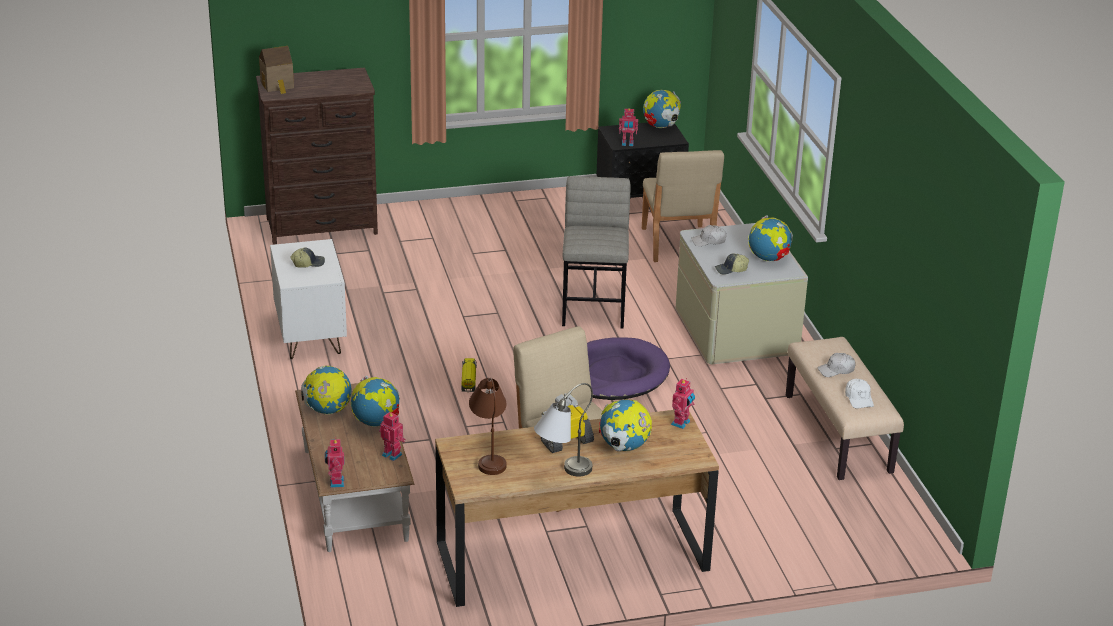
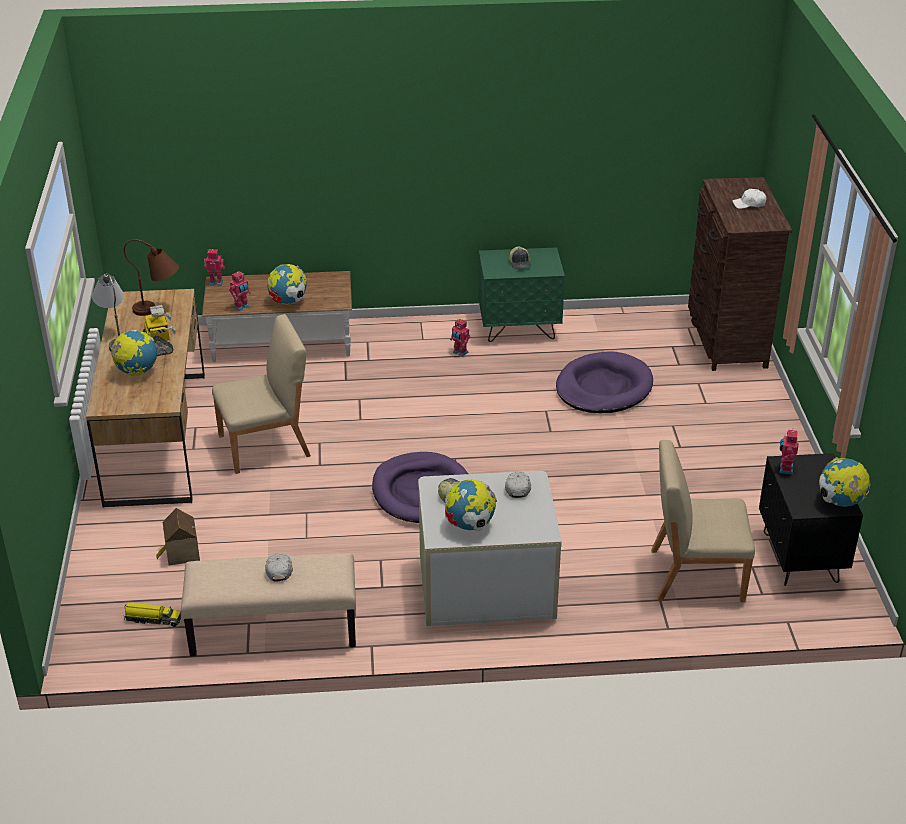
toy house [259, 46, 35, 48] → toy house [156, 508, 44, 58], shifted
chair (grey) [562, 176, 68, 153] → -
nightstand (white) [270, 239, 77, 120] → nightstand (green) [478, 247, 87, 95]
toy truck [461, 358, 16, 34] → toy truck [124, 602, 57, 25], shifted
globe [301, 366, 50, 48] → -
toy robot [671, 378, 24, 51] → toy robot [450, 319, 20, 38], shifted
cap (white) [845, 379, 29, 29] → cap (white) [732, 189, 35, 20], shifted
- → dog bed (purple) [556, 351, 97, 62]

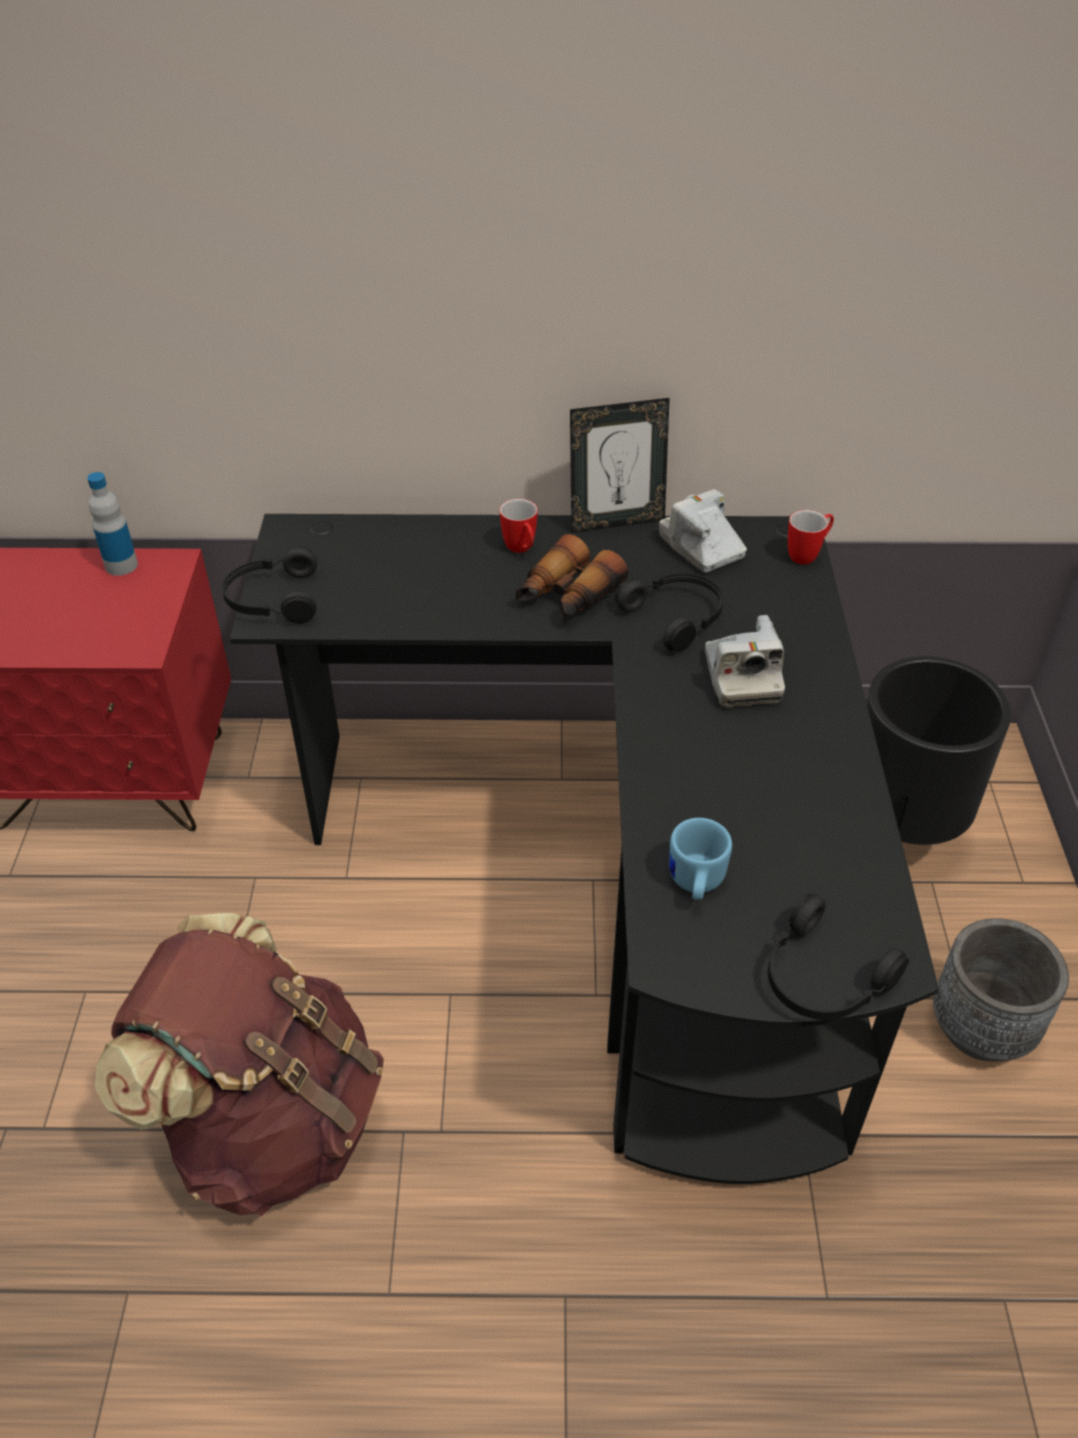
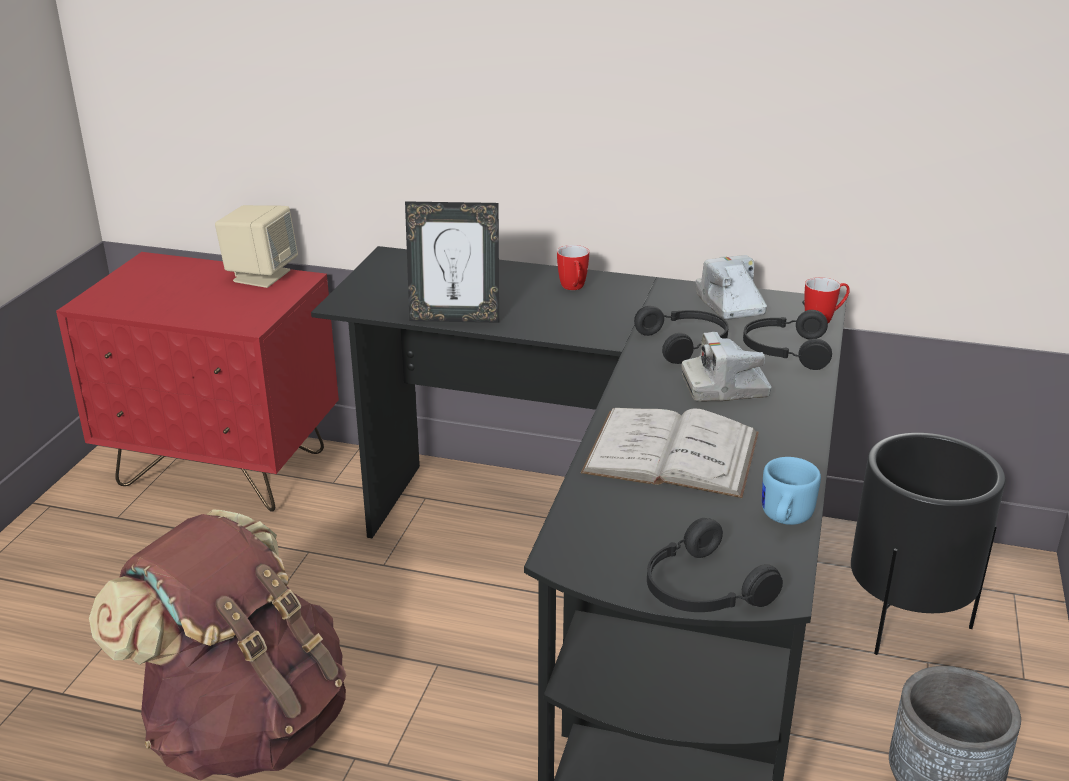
picture frame [570, 398, 100, 135] → picture frame [405, 201, 94, 122], shifted
bottle [87, 472, 51, 104] → speaker (beige) [215, 205, 83, 83]
binoculars [516, 534, 112, 87] → -
headphones (black) [222, 546, 95, 78] → headphones (black) [743, 310, 89, 60], shifted
photo camera [705, 615, 80, 92] → photo camera [681, 332, 91, 70], 75 degrees clockwise
mug (blue) [669, 818, 63, 82] → mug (blue) [762, 457, 59, 68], shifted
- → book (white) [581, 408, 178, 90]

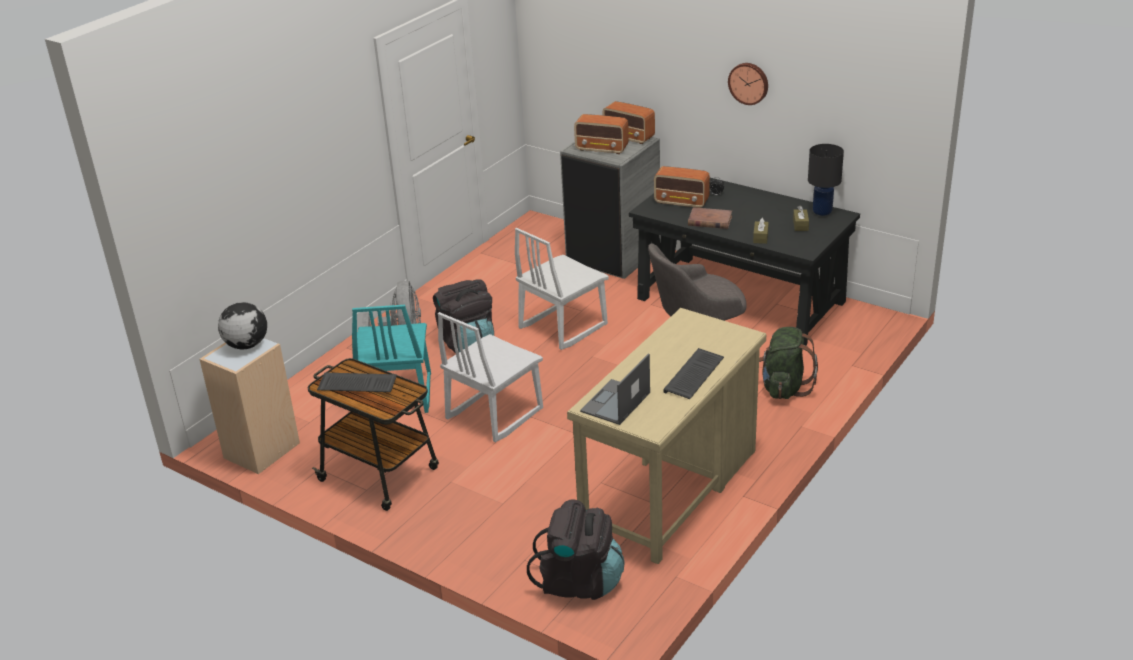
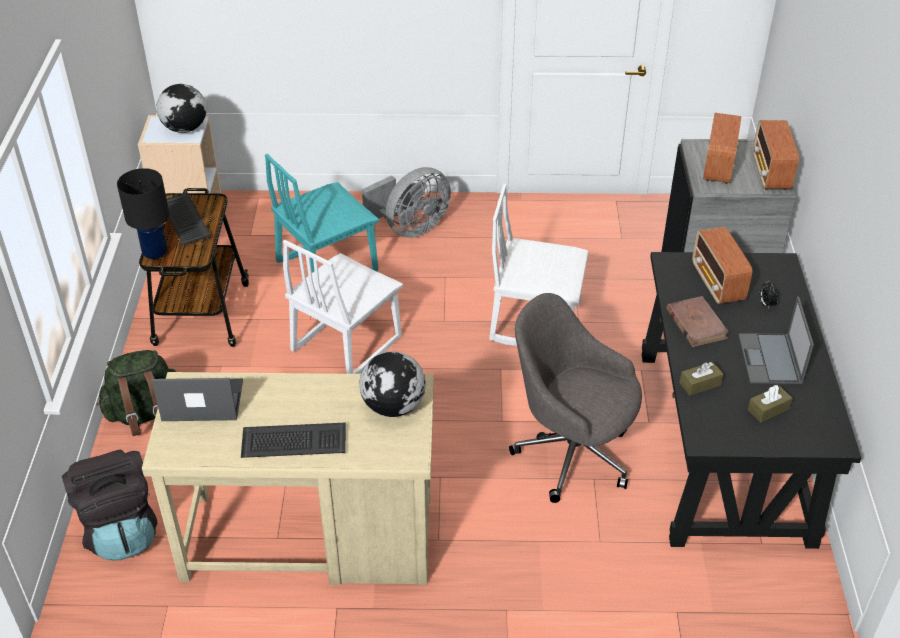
wall clock [728, 63, 40, 42] → -
radio [574, 114, 55, 40] → radio [703, 113, 38, 71], 150 degrees counterclockwise
table lamp (black) [808, 144, 36, 72] → table lamp (black) [117, 168, 52, 91], shifted
backpack (black) [433, 279, 61, 73] → -
chair (white) [438, 312, 105, 130] → chair (white) [283, 240, 120, 134], 60 degrees counterclockwise
backpack (green) [759, 327, 59, 72] → backpack (green) [97, 350, 79, 86], shifted
- → laptop [738, 296, 76, 88]
- → globe [359, 351, 67, 66]

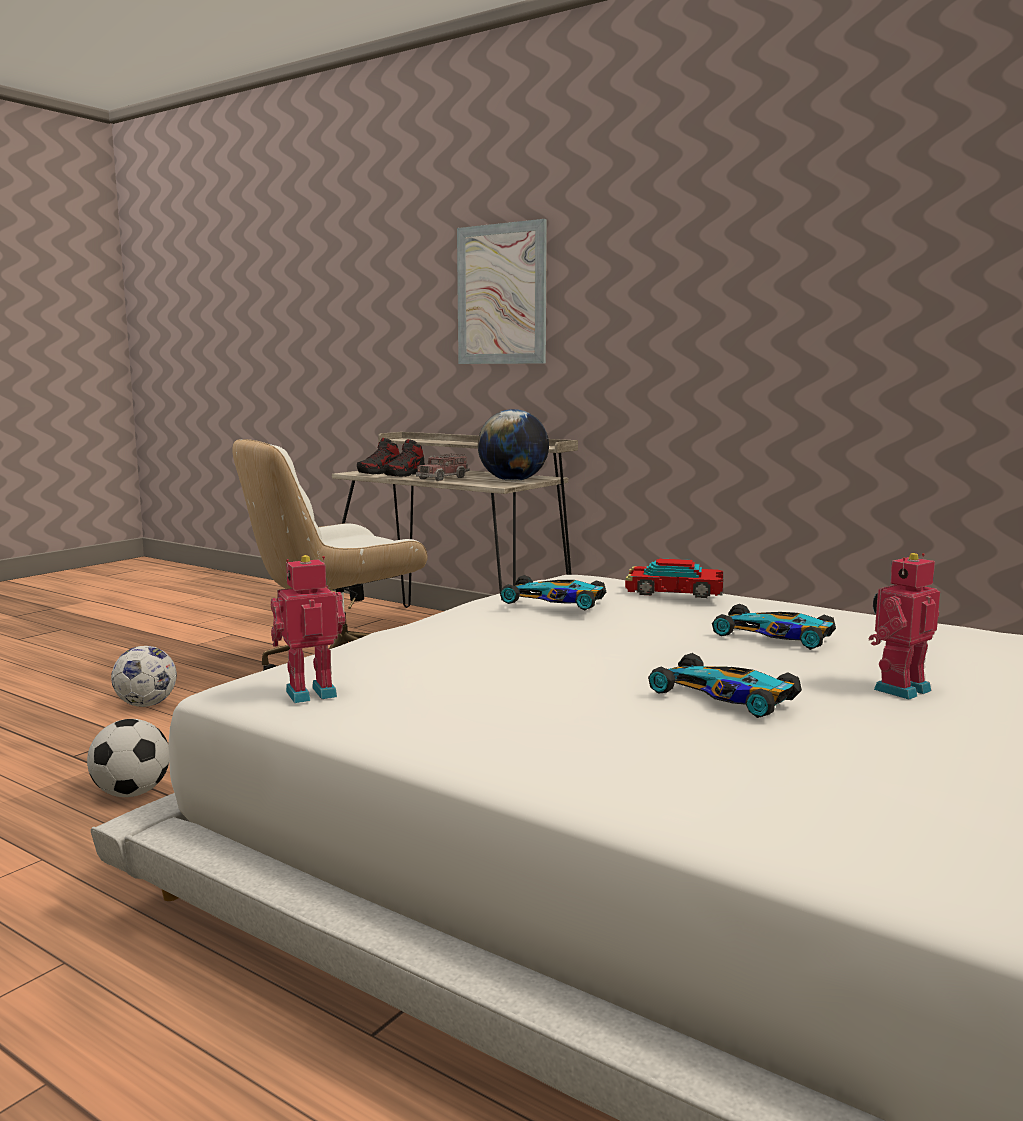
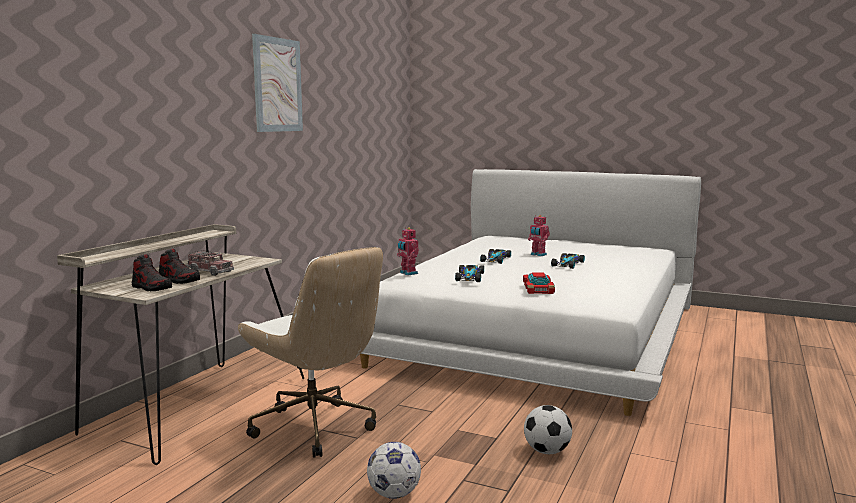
picture [457, 219, 90, 145] → picture [252, 34, 51, 98], shifted
globe [478, 409, 71, 72] → -
toy robot [271, 555, 75, 148] → toy robot [397, 227, 22, 49], shifted
toy car [625, 559, 98, 39] → toy car [523, 272, 32, 22], shifted

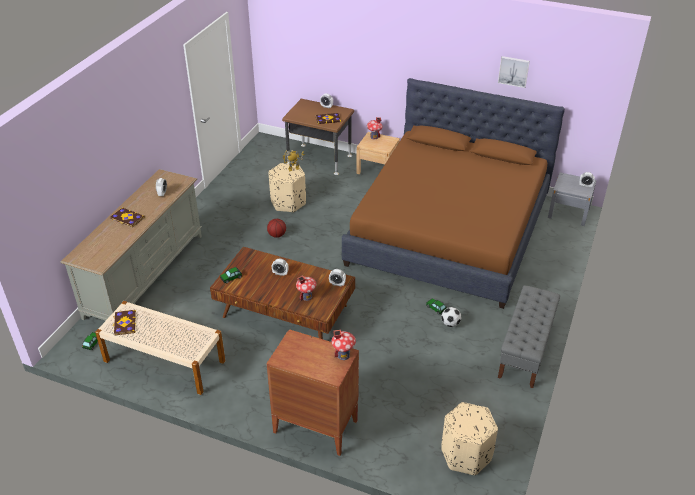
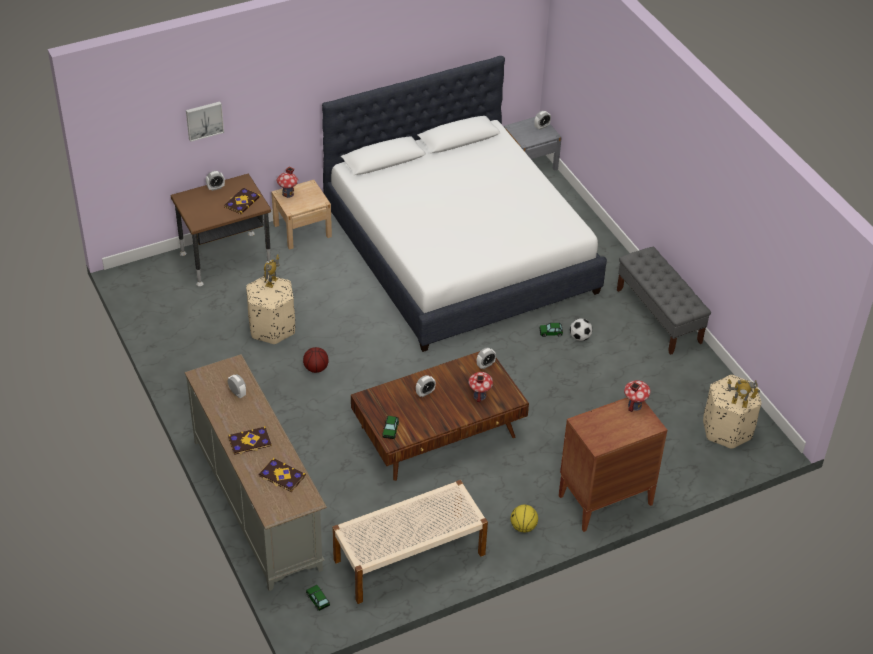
picture [498, 56, 32, 32] → picture [186, 102, 38, 40], shifted
bed (brown) [342, 78, 223, 231] → bed (white) [322, 56, 285, 296]
book [112, 310, 24, 26] → book [259, 458, 47, 34], shifted
- → toy robot [728, 379, 32, 29]
- → basketball [511, 505, 27, 28]

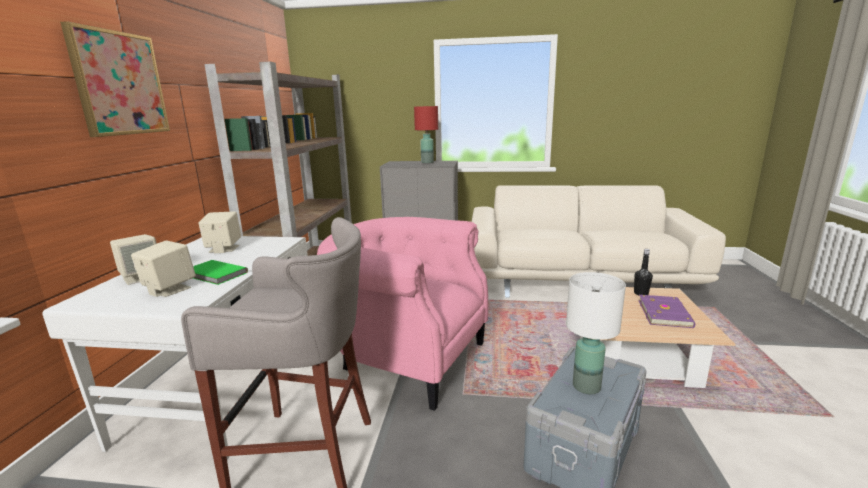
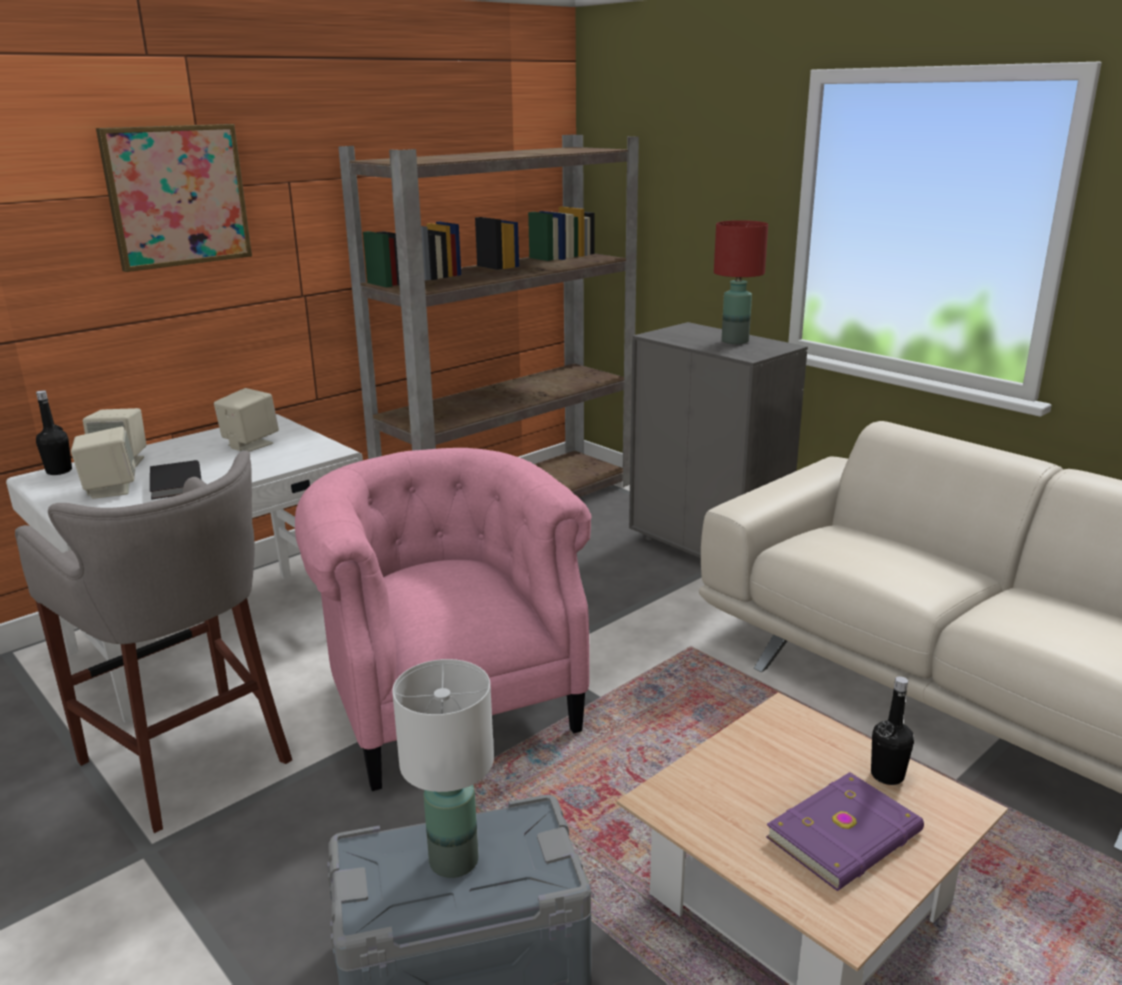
book (green) [193, 260, 55, 25] → book (black) [150, 460, 52, 40]
- → bottle (black) [36, 390, 36, 85]

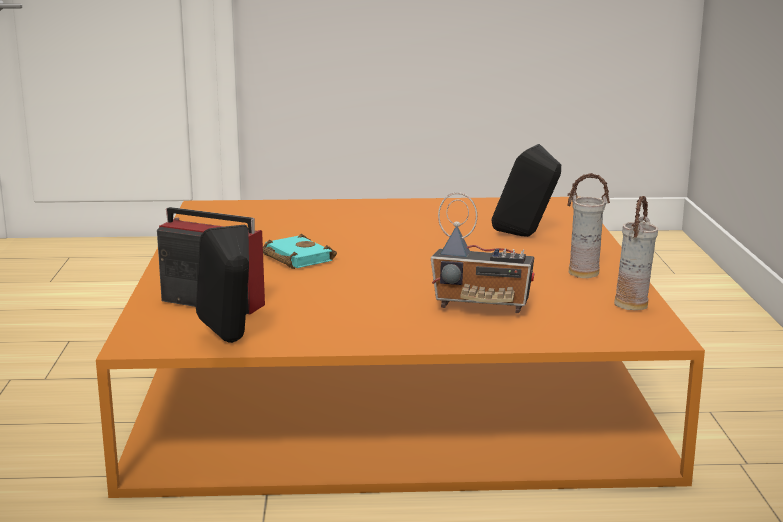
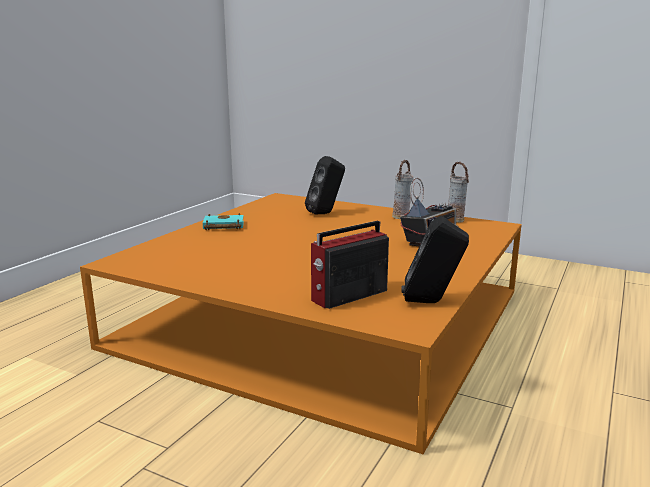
book (turquoise) [263, 234, 74, 35] → book (turquoise) [203, 213, 41, 17], shifted

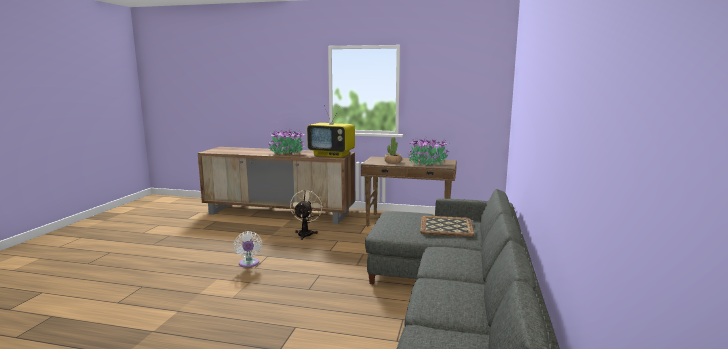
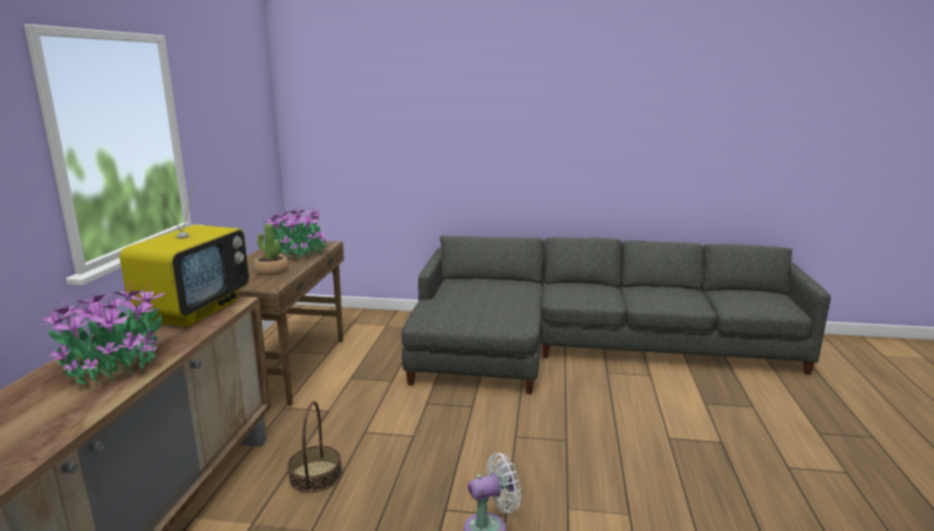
fan (beige) [290, 189, 33, 51] → basket [288, 401, 54, 92]
tray [420, 216, 54, 21] → -

